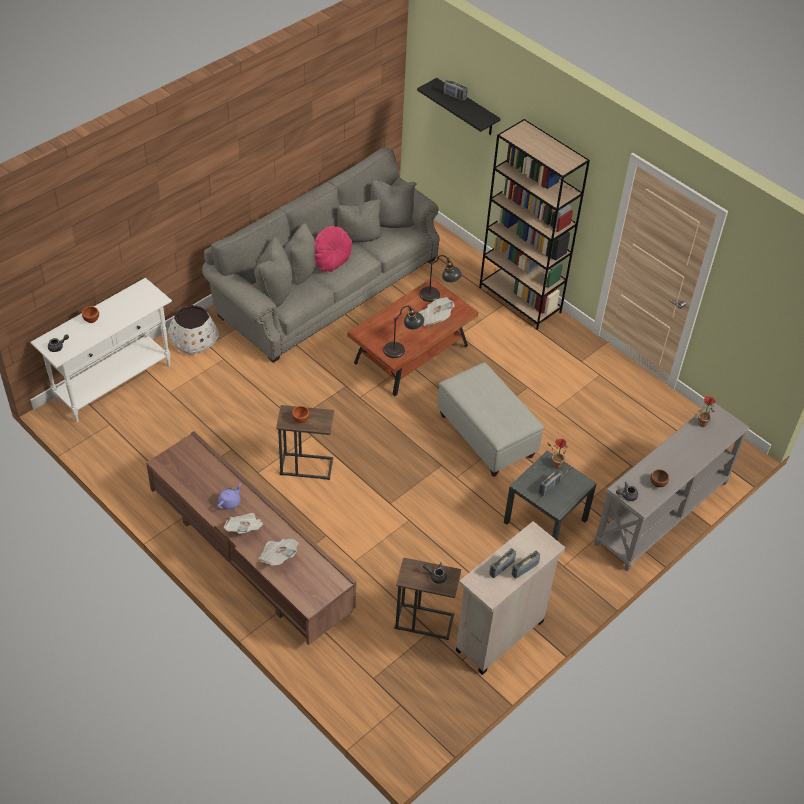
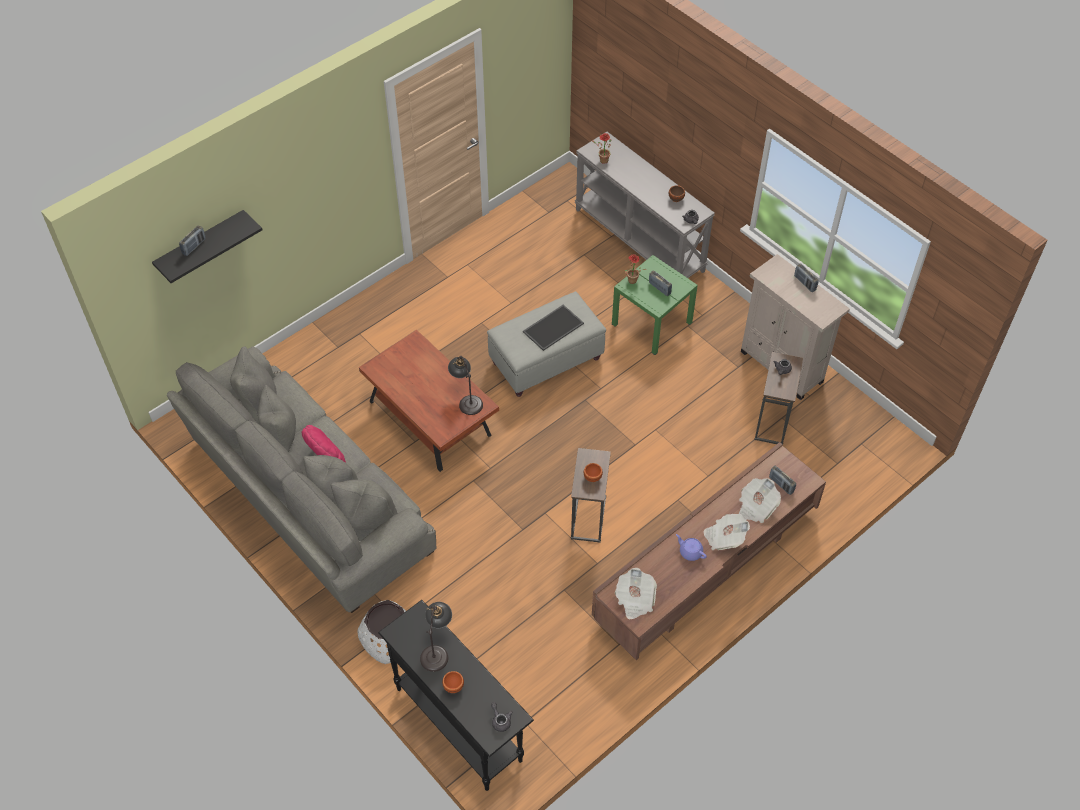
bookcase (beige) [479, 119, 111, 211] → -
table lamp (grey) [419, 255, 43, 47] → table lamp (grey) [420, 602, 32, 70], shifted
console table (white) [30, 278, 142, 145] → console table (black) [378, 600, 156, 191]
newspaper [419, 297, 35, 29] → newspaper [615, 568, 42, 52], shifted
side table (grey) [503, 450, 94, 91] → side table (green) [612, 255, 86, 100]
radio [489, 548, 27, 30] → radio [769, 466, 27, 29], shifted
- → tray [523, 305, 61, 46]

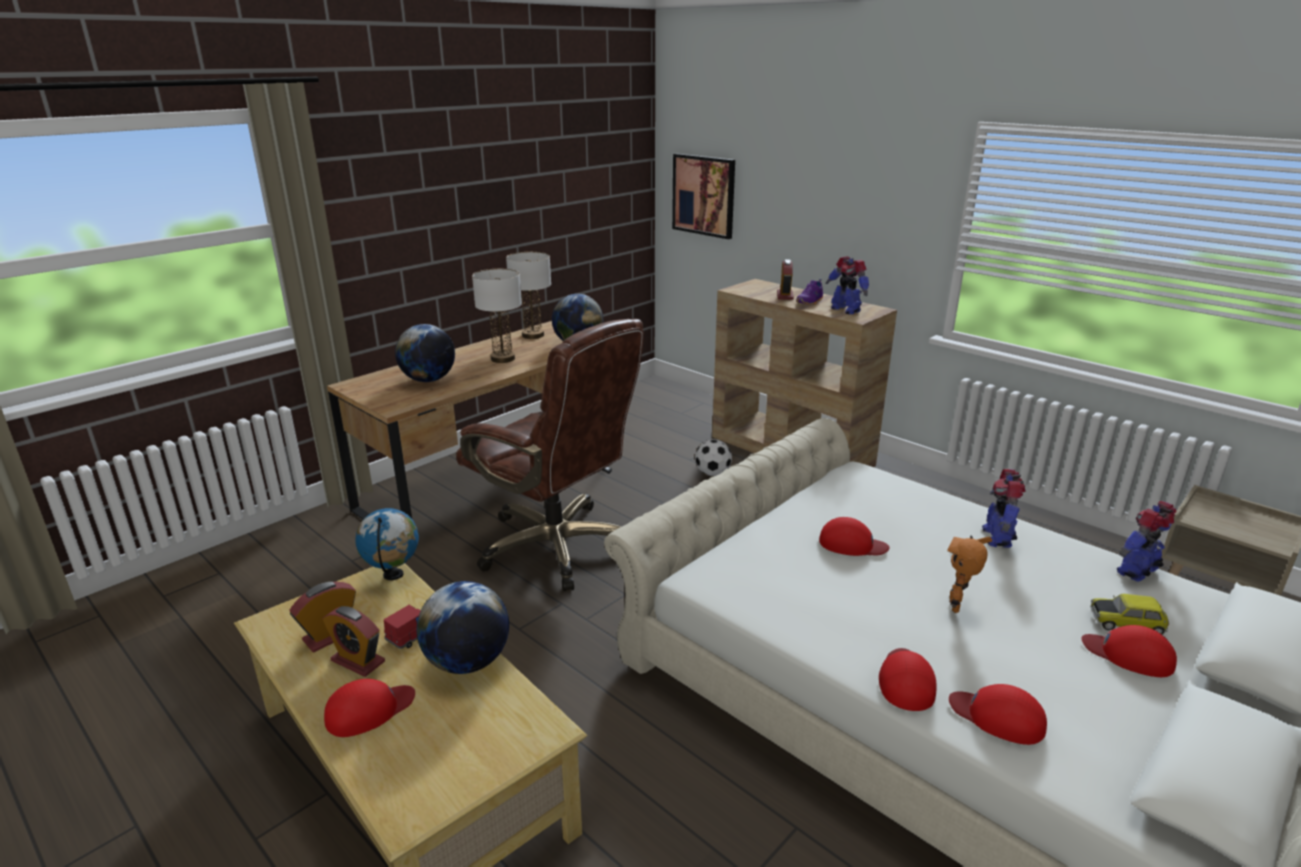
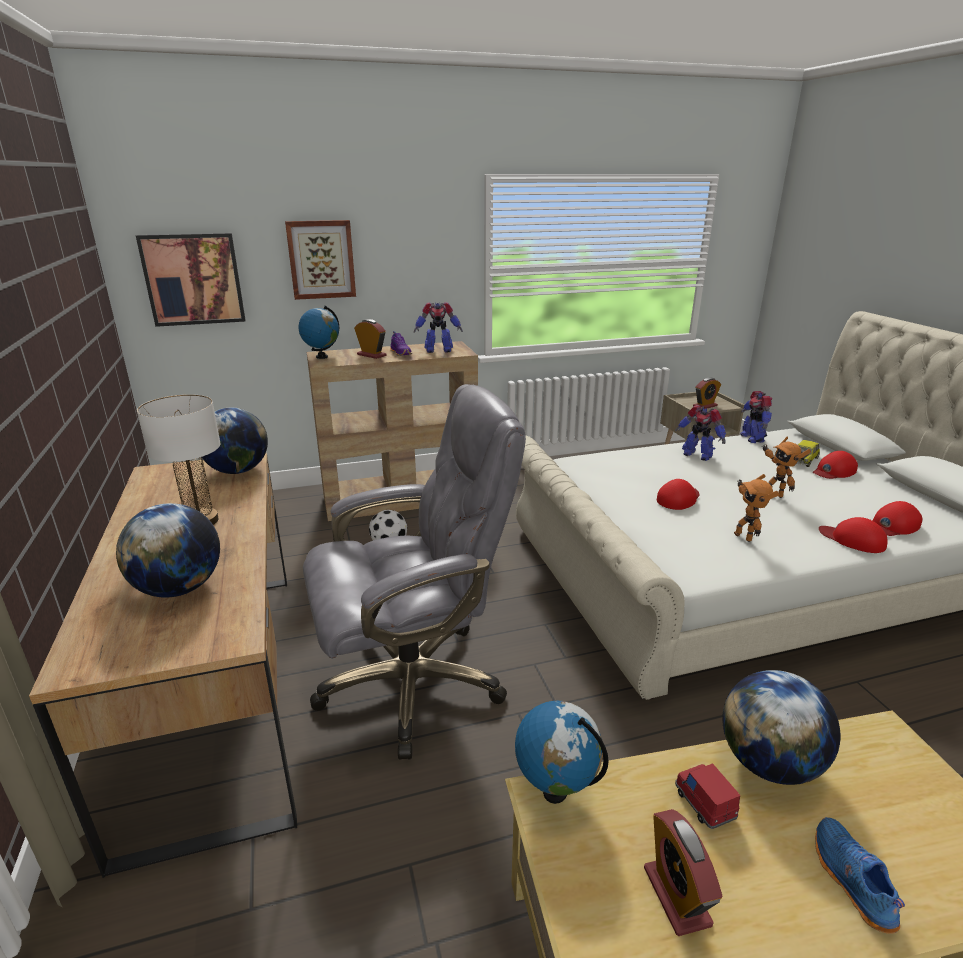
table lamp [506, 252, 45, 87] → -
office chair (brown) [456, 319, 188, 272] → office chair (grey) [303, 384, 223, 376]
alarm clock [322, 606, 63, 71] → alarm clock [693, 377, 28, 32], shifted
cap (red) [324, 679, 91, 58] → shoe (blue) [815, 817, 90, 117]
- → picture [285, 220, 71, 80]
- → globe [299, 306, 40, 53]
- → toy robot [734, 474, 45, 68]

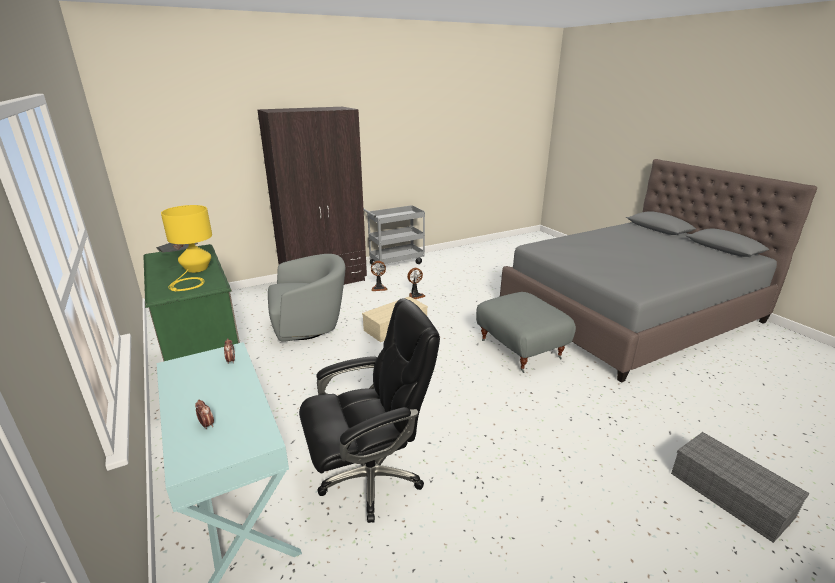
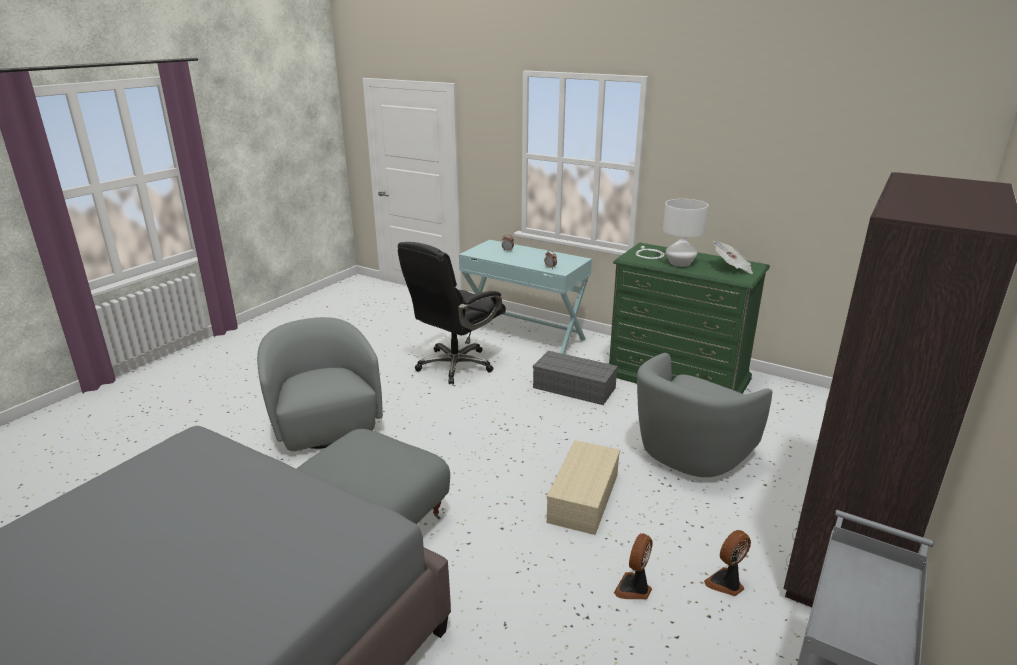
table lamp (yellow) [161, 205, 51, 87] → table lamp (white) [636, 199, 73, 68]
storage box (grey) [671, 432, 139, 111] → storage box (grey) [533, 351, 85, 54], shifted
- → armchair (grey) [257, 317, 126, 134]

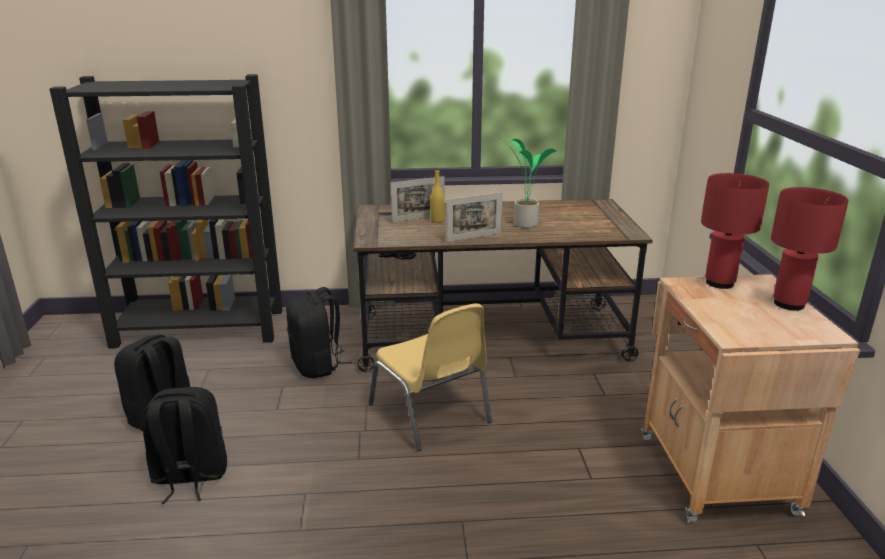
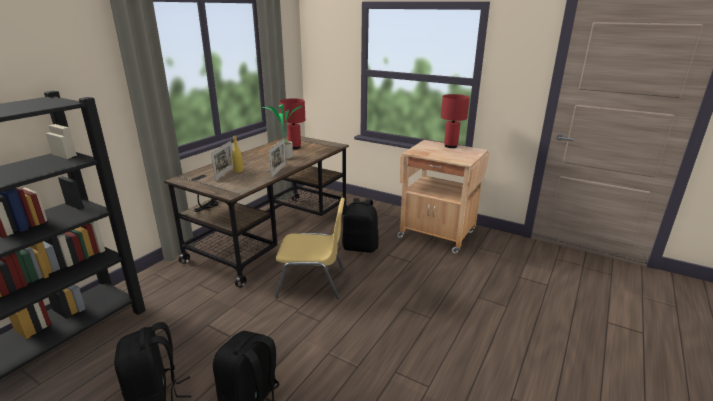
table lamp (red) [701, 173, 68, 116] → table lamp (red) [280, 98, 25, 51], shifted
backpack (black) [286, 287, 66, 91] → backpack (black) [342, 198, 36, 55], shifted

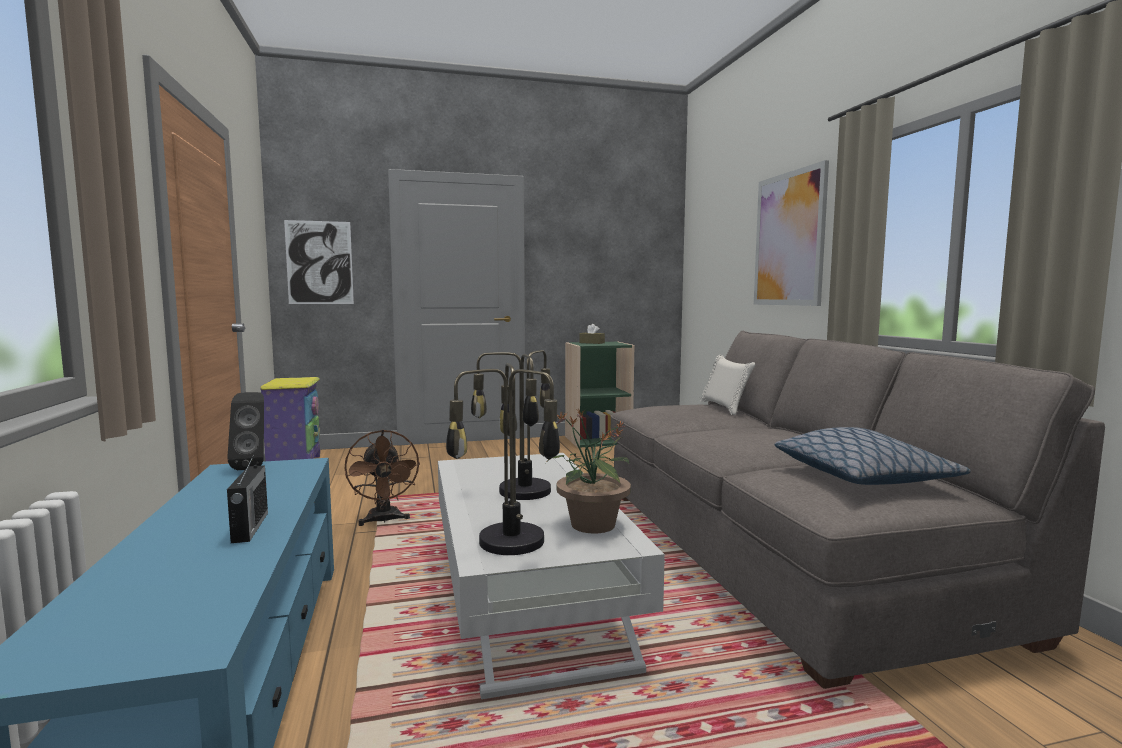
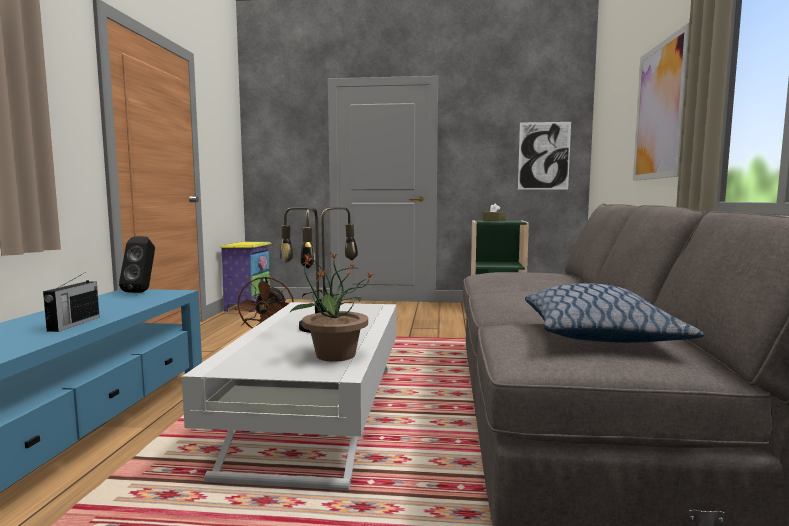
picture [284, 220, 70, 84] → picture [518, 122, 53, 68], shifted
pillow (white) [699, 355, 56, 60] → -
table lamp [446, 363, 114, 192] → -

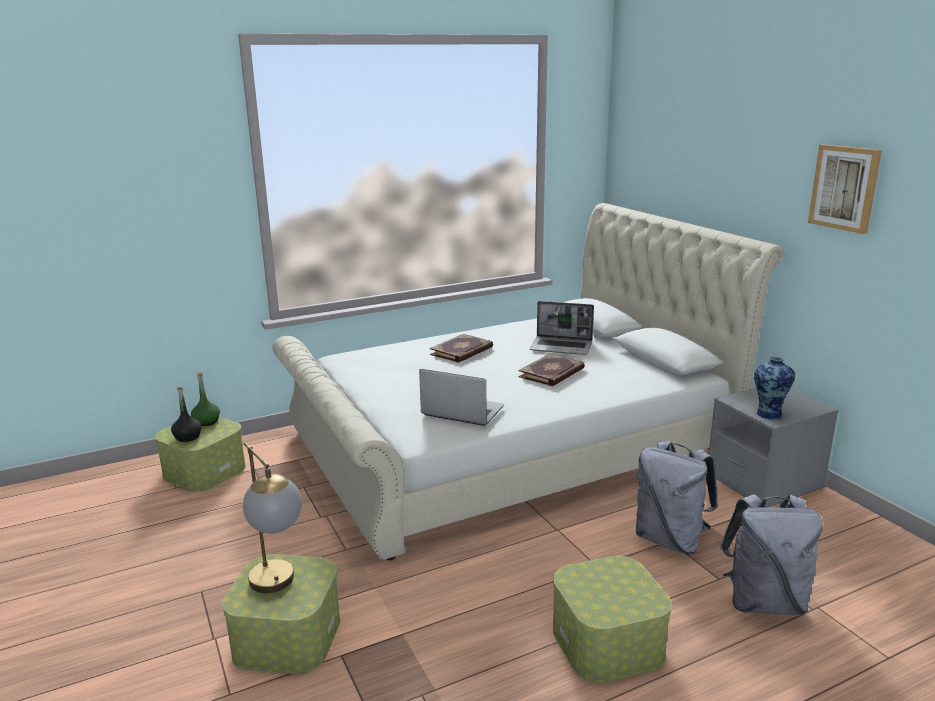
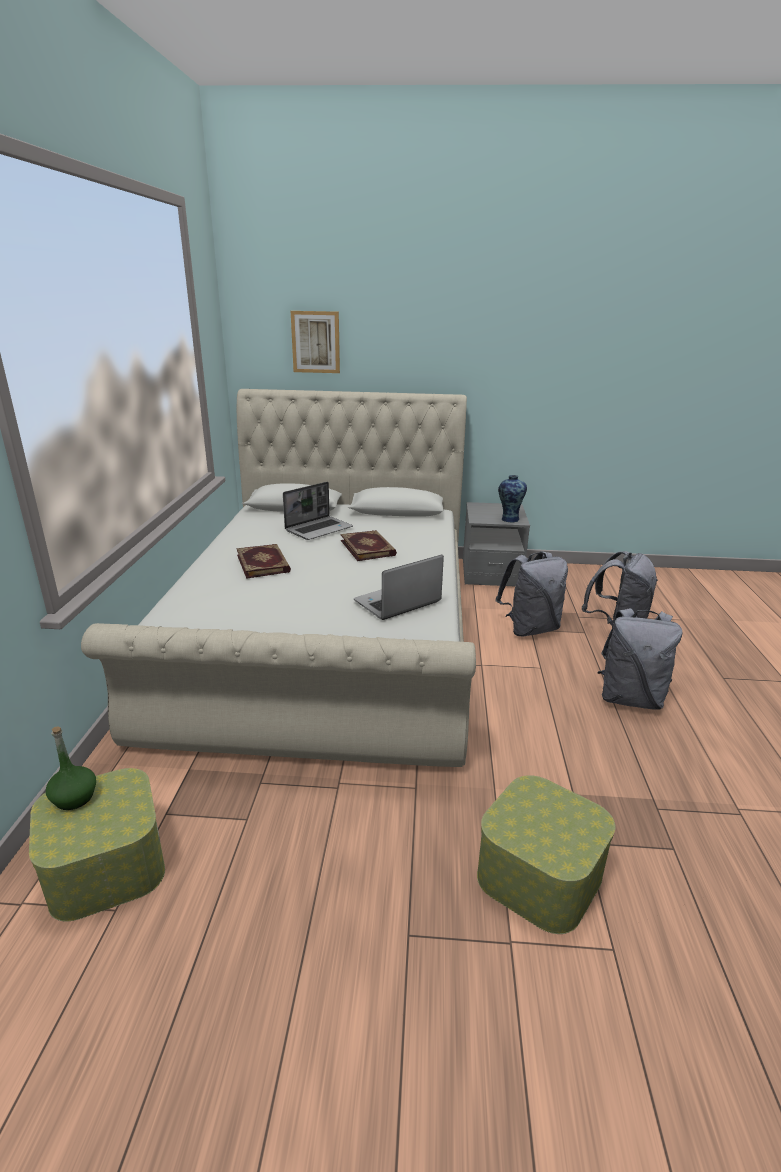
picture [808, 144, 74, 90] → picture [291, 311, 49, 62], shifted
bottle (black) [171, 386, 31, 56] → -
table lamp [243, 442, 59, 151] → -
storage box [552, 556, 120, 127] → backpack (grey) [597, 608, 85, 102]

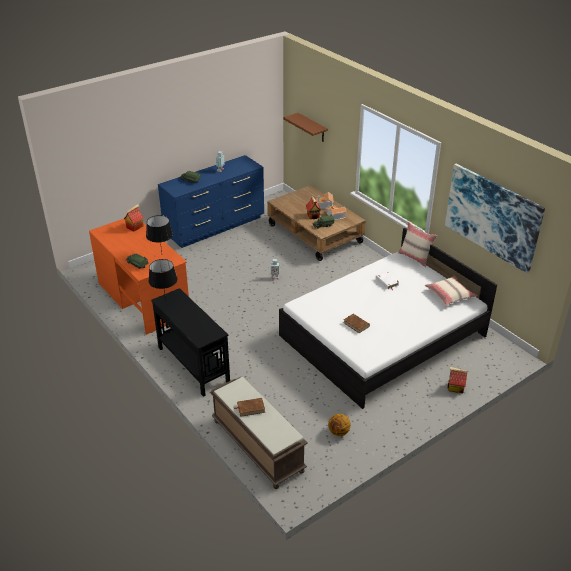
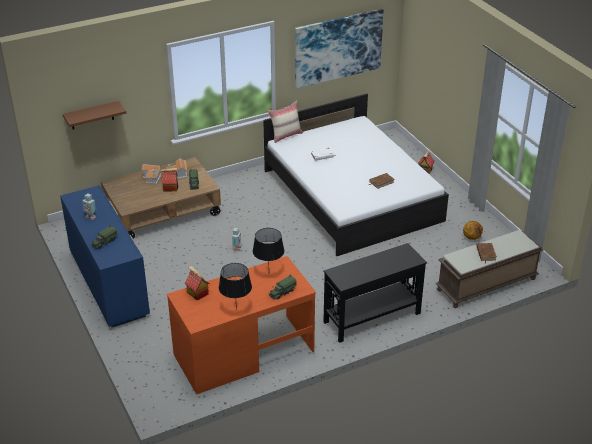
table lamp (black) [149, 259, 28, 42] → table lamp (black) [219, 263, 33, 47], shifted
pillow (beige) [425, 276, 52, 30] → -

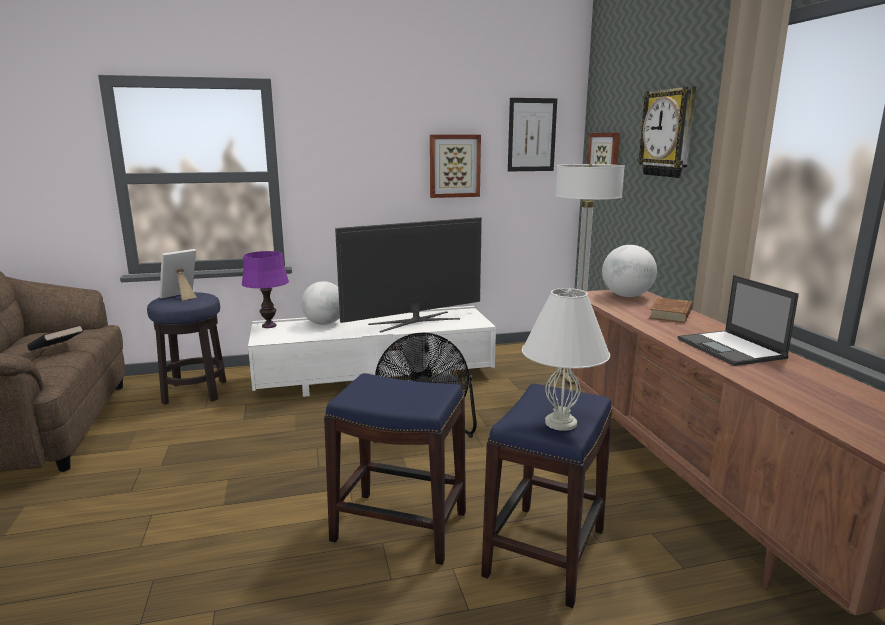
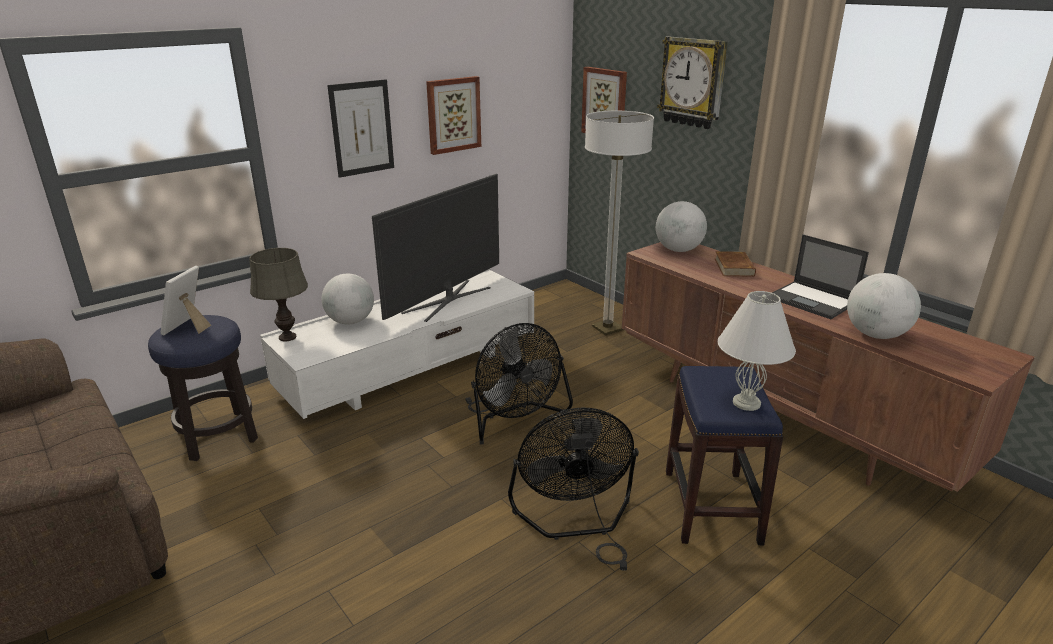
picture [508, 98, 49, 74] → picture [327, 79, 67, 99], shifted
table lamp (purple) [242, 251, 47, 77] → table lamp (grey) [249, 248, 59, 94]
book (black) [28, 325, 55, 26] → -
stool [324, 373, 142, 192] → fan (black) [508, 408, 131, 163]
- → globe [847, 273, 74, 66]

